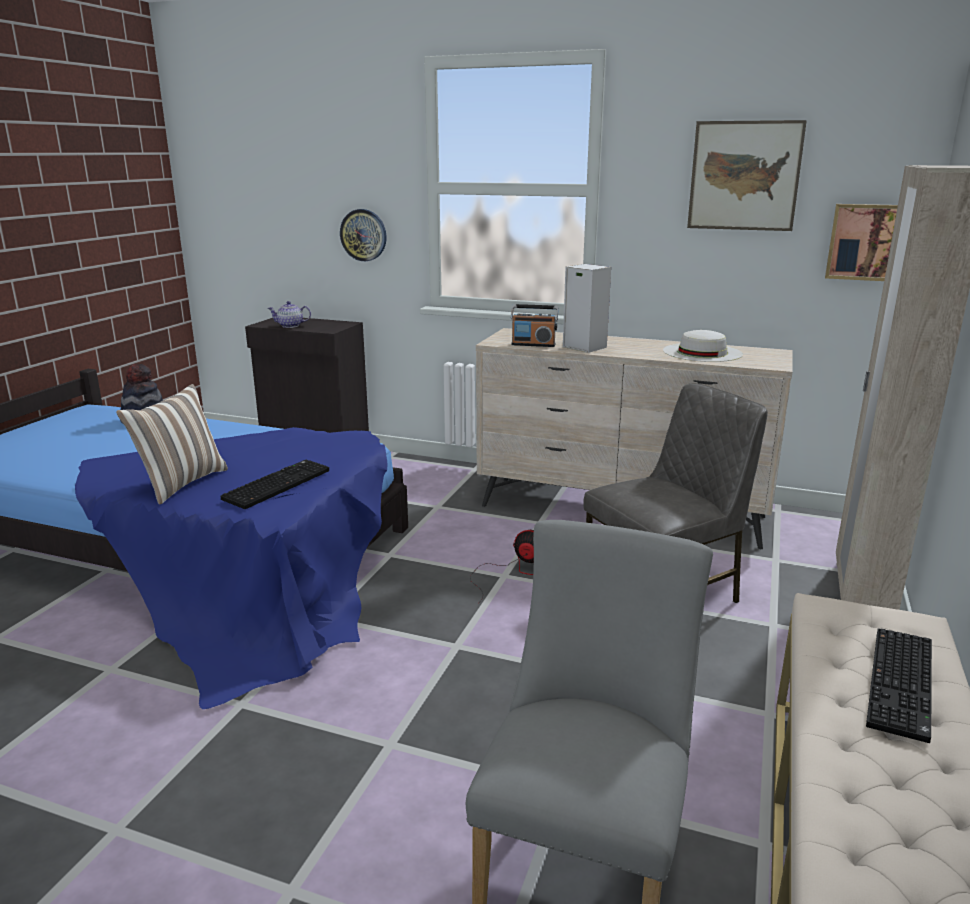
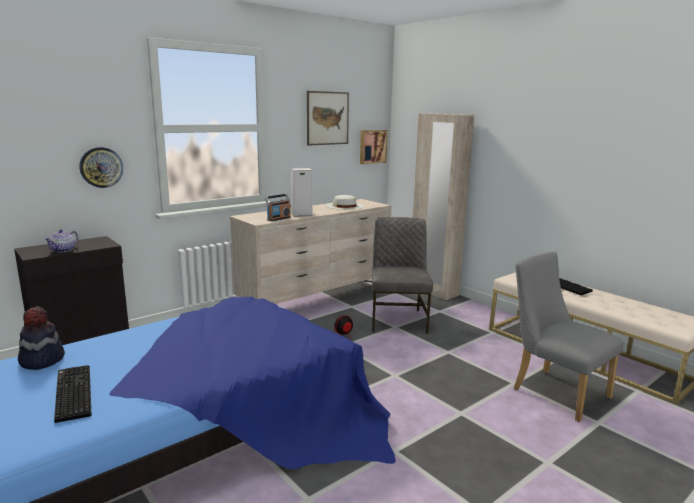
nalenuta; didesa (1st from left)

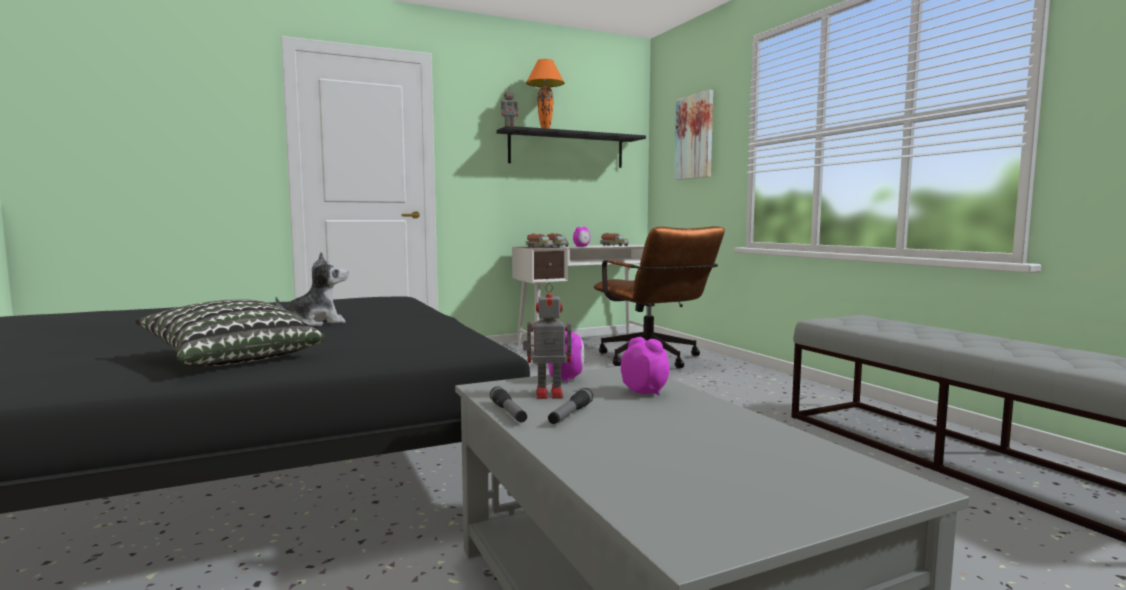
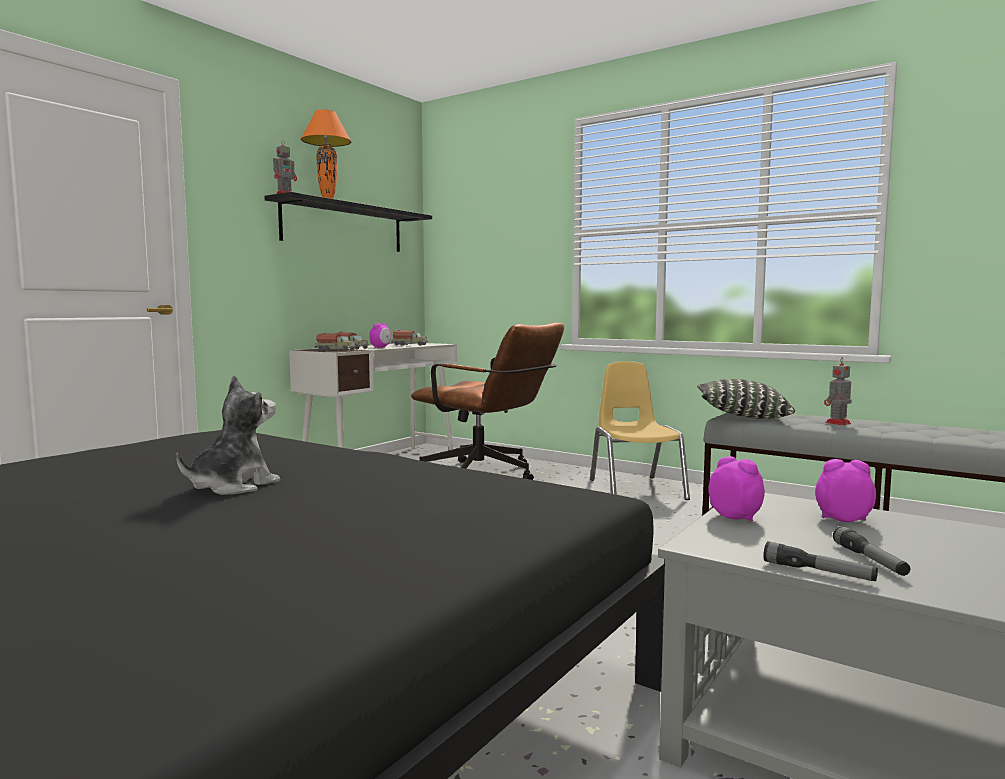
nalenuta; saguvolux (2nd from left); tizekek; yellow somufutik

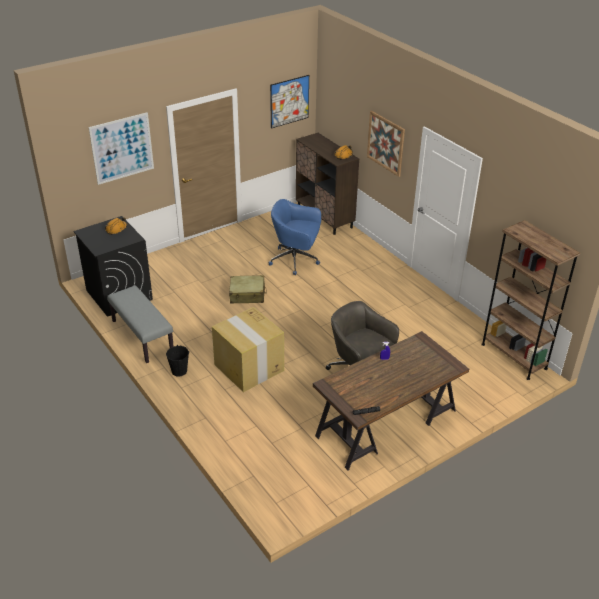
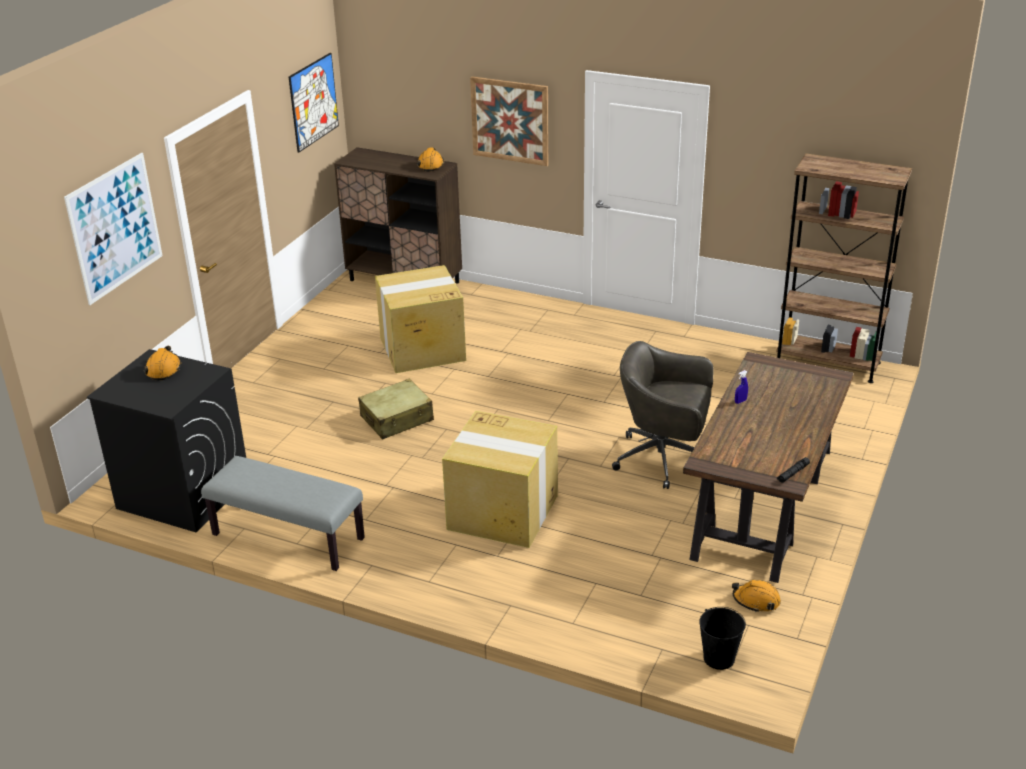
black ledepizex; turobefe (1st from left); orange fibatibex (3rd from left)

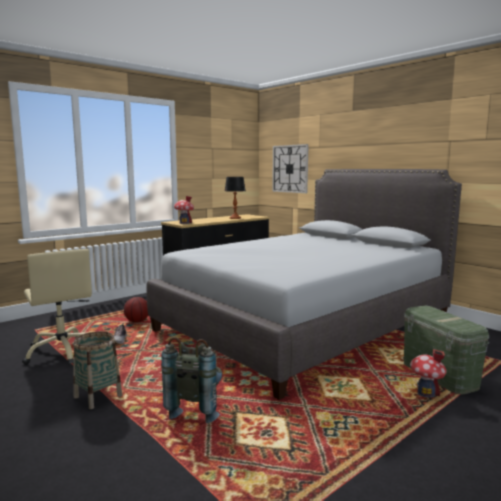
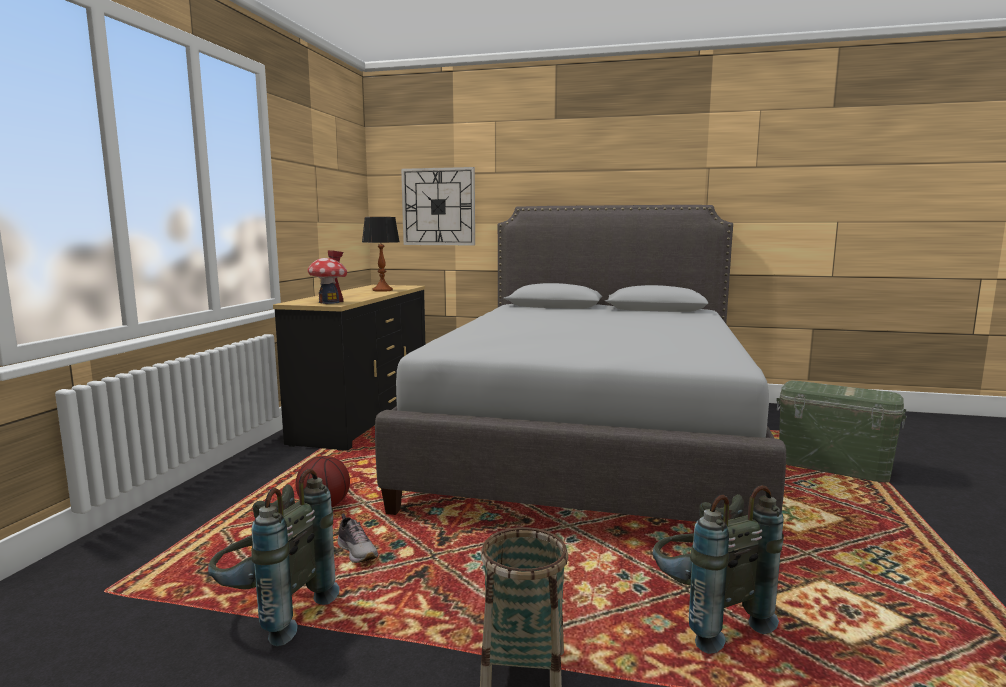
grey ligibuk (1st from left); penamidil (2nd from left in the first image)

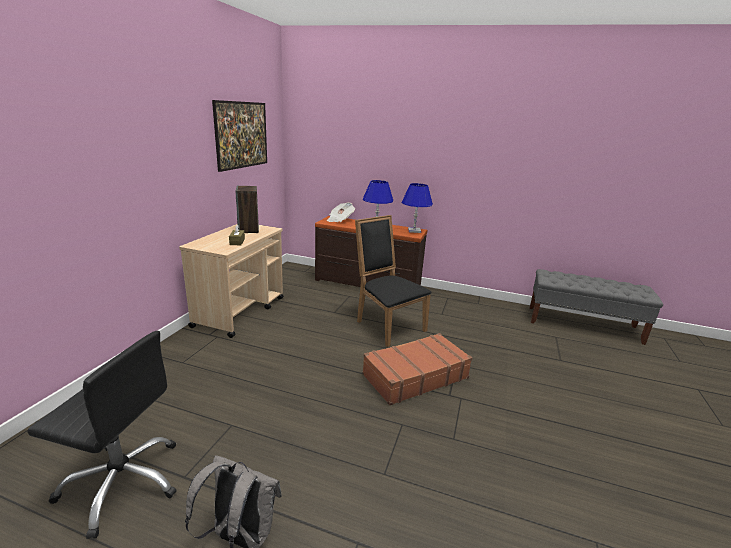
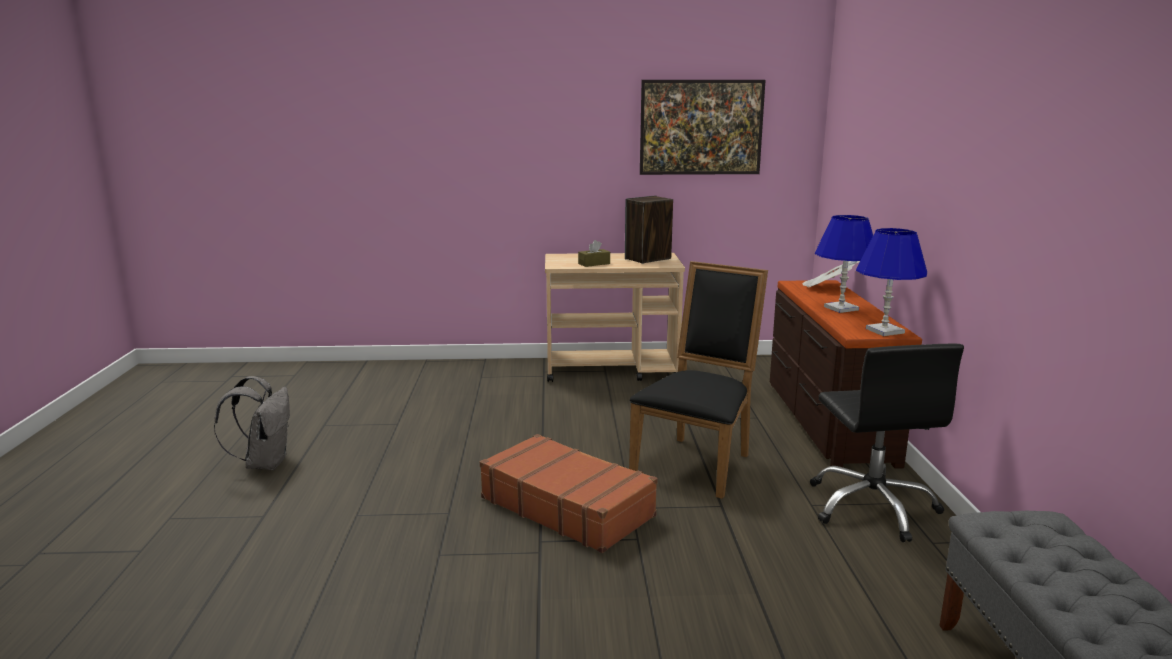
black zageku

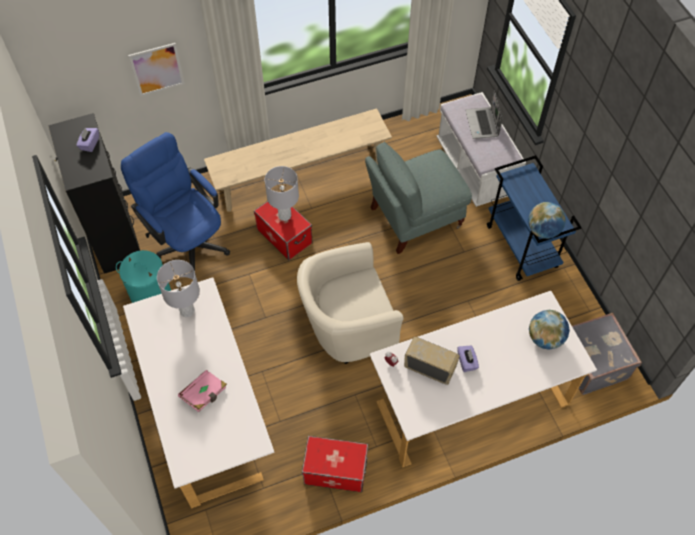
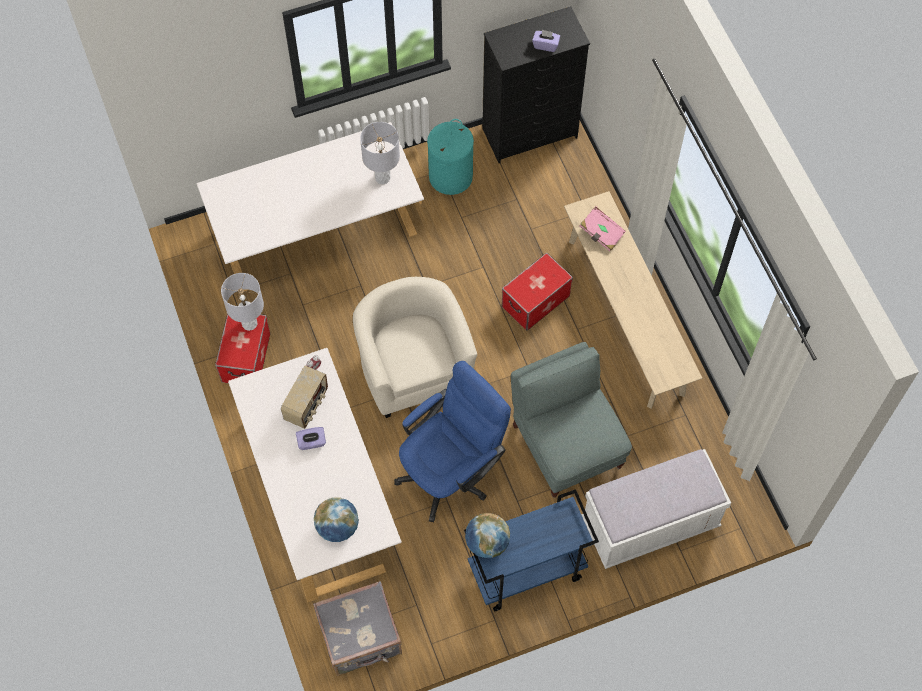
blue zageku; tizekek; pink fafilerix; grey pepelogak (1st from left); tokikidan

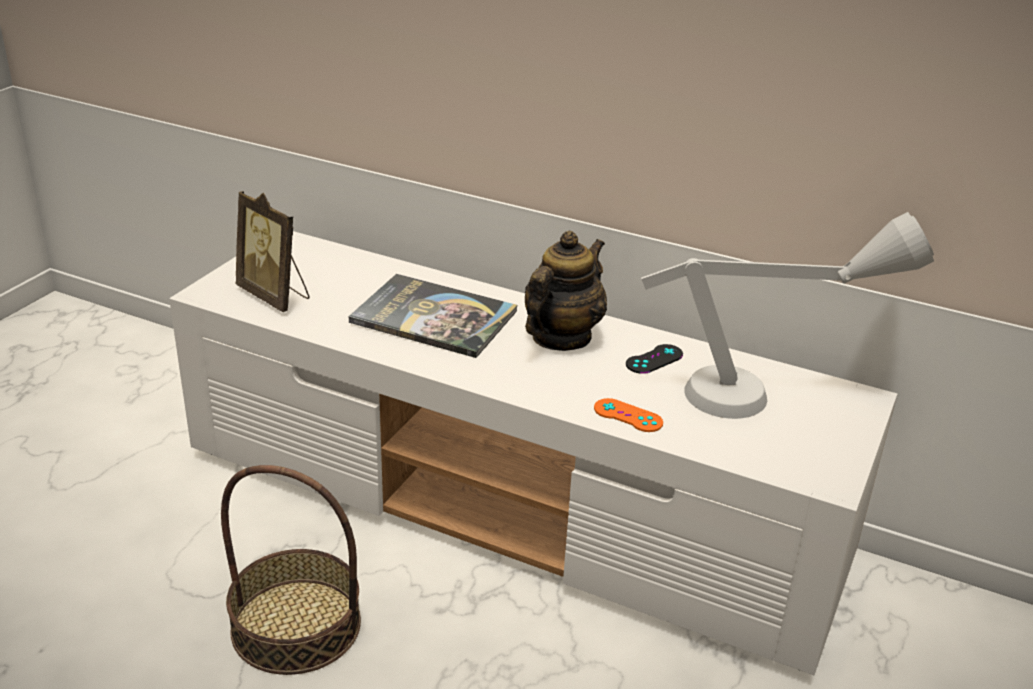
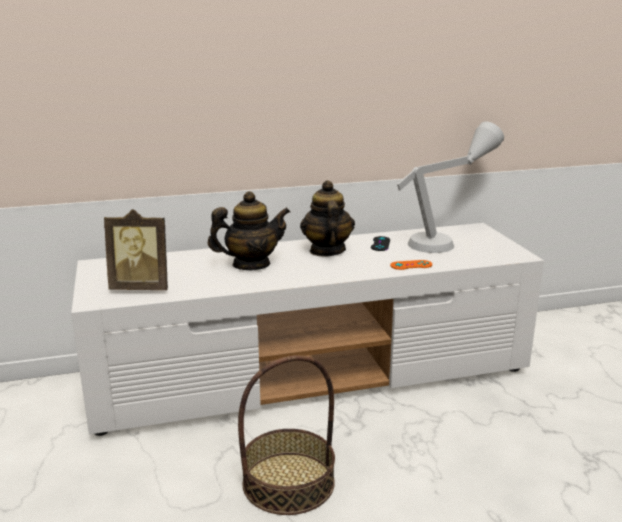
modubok (1st from left)

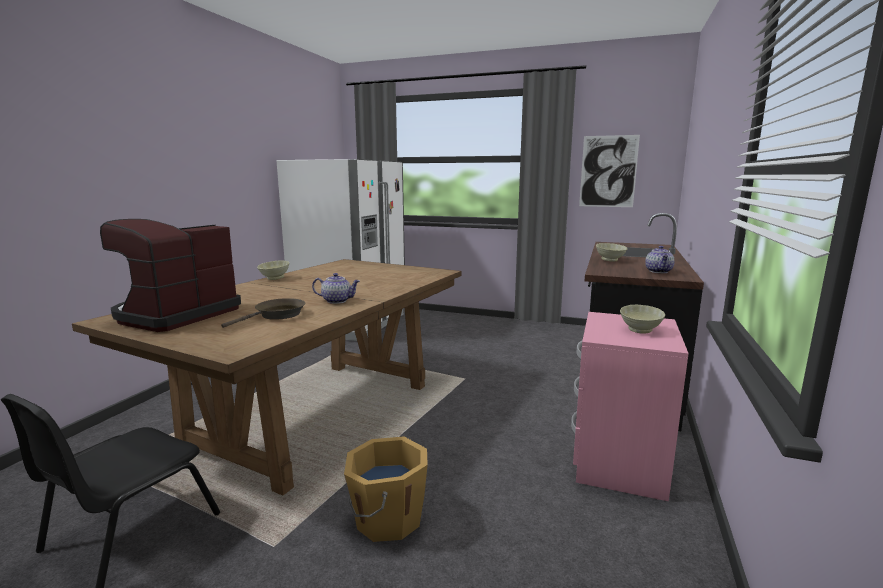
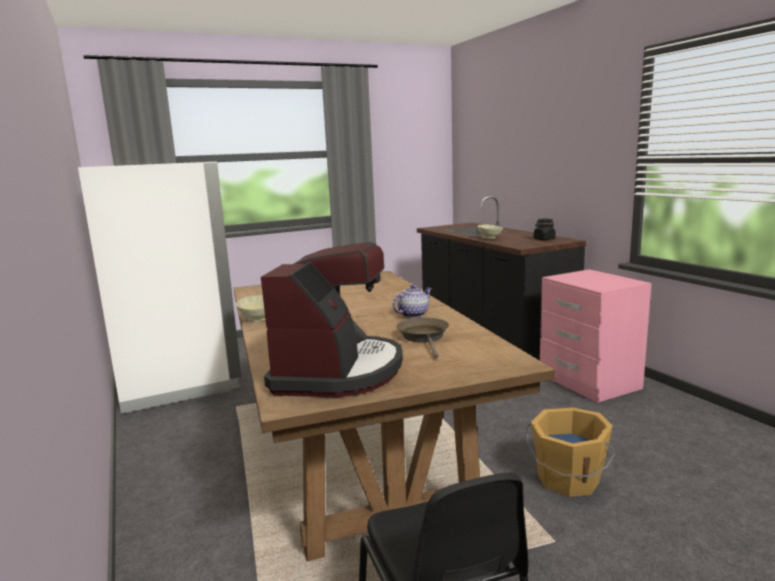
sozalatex; tizekek; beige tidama (3rd from left in the first image); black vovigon

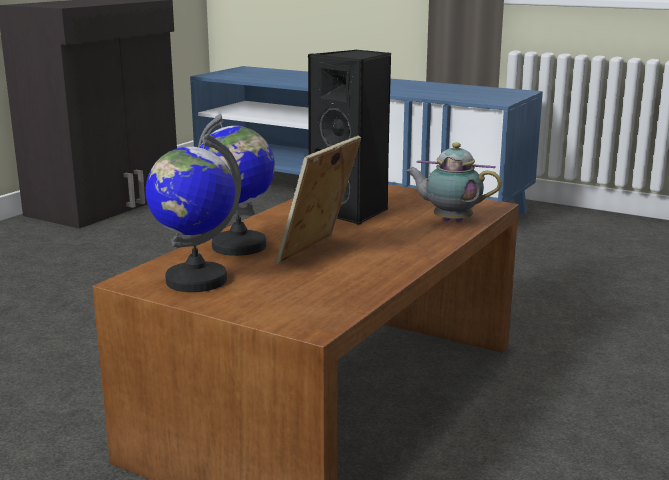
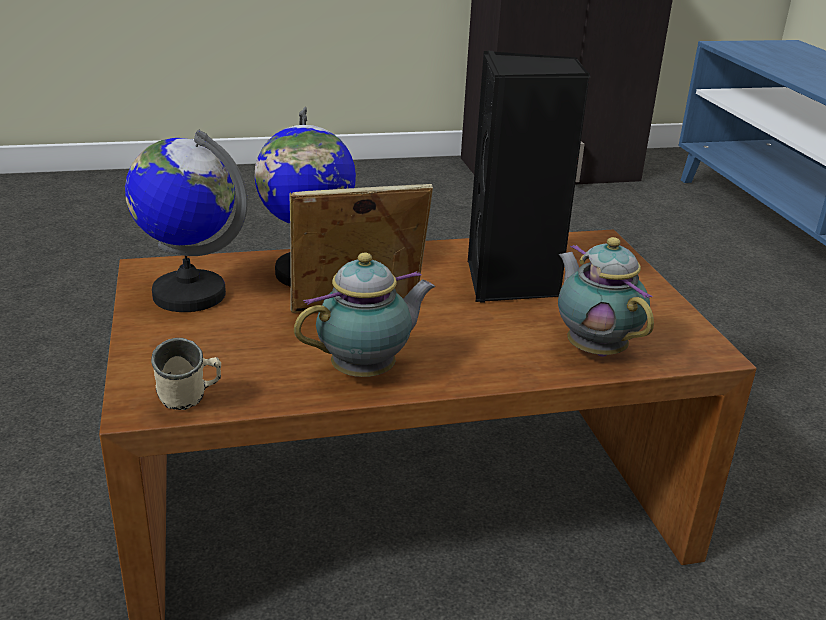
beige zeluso; modubok (1st from left)

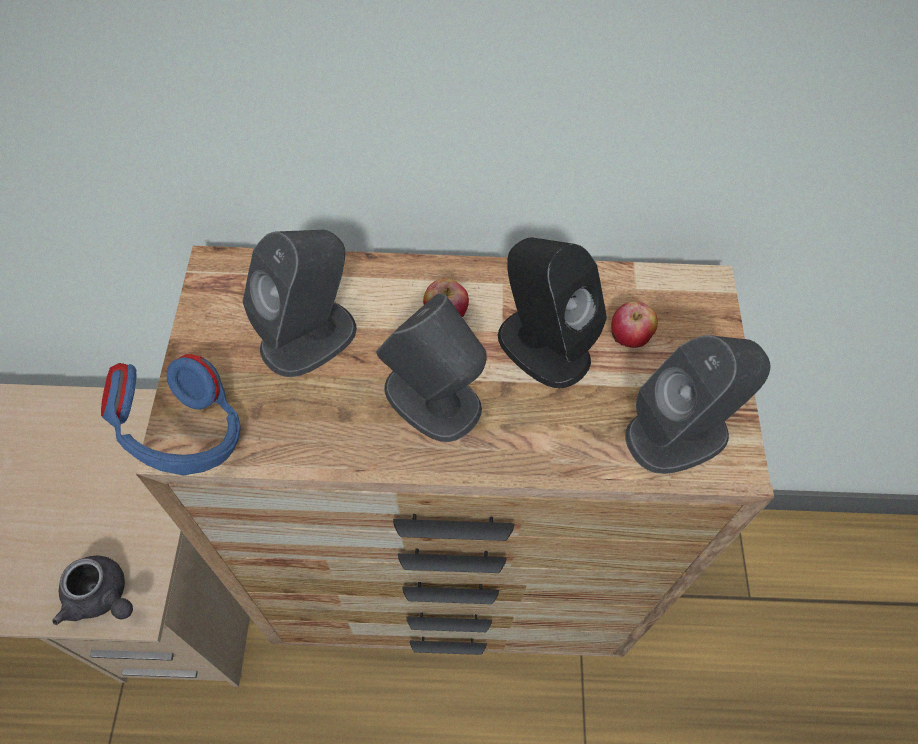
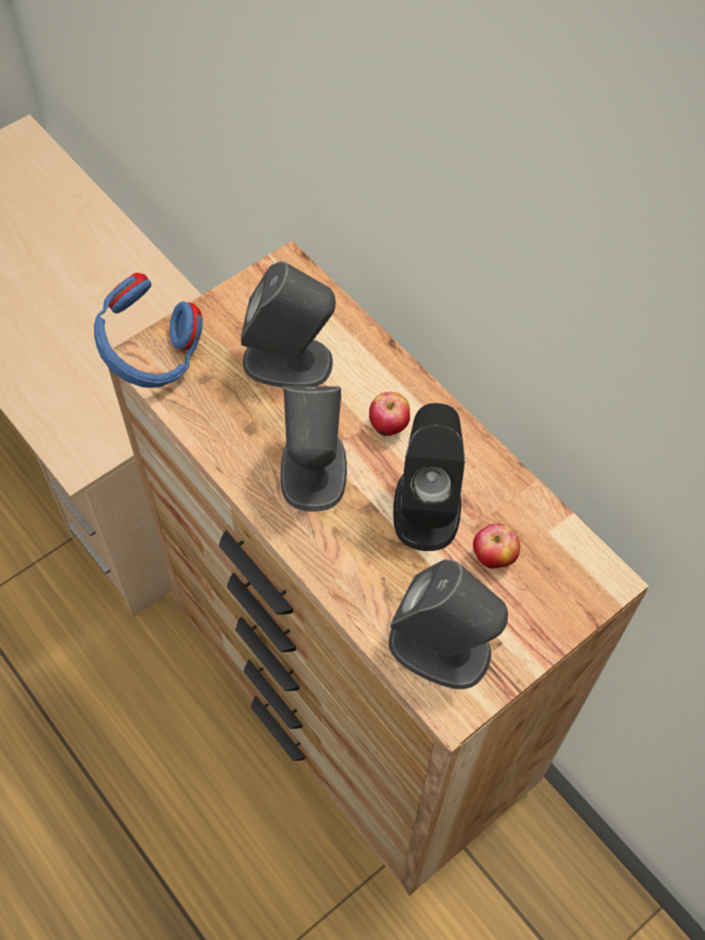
grey modubok

